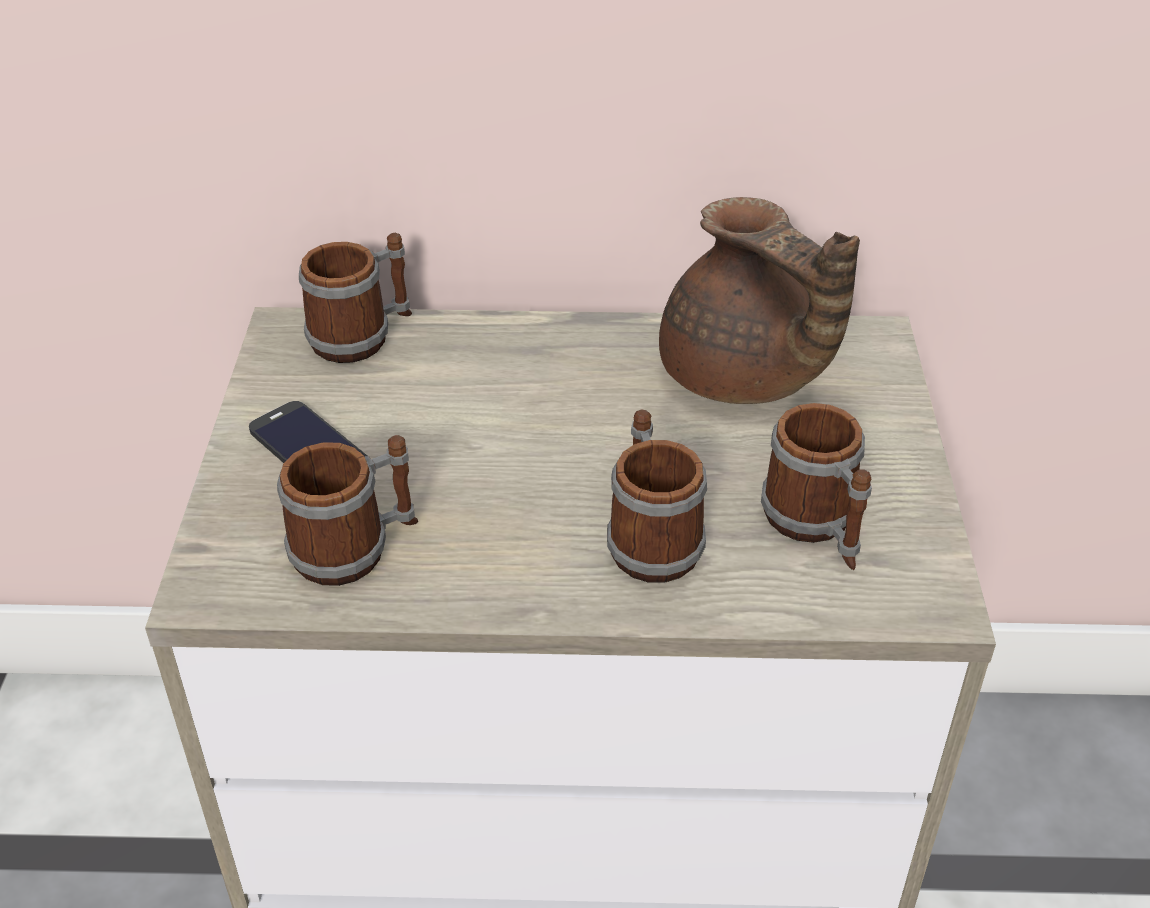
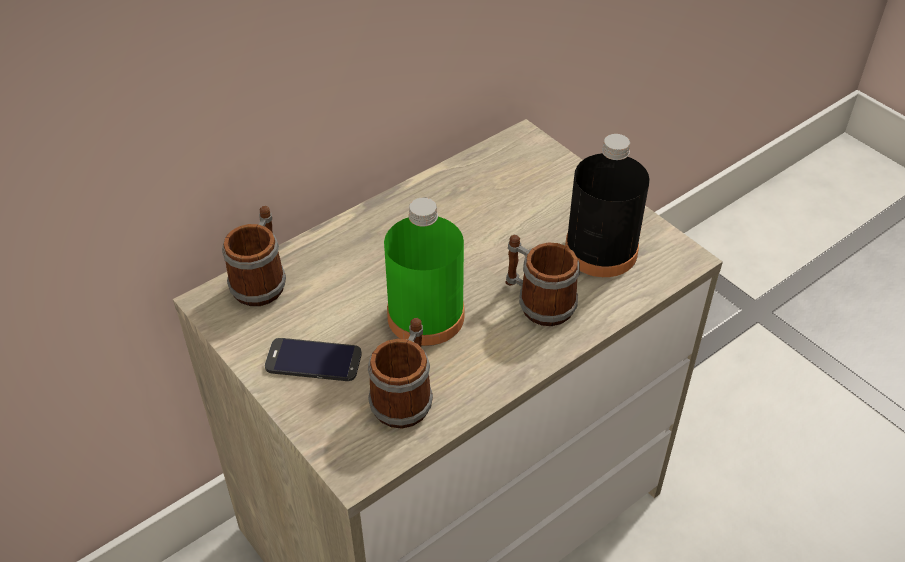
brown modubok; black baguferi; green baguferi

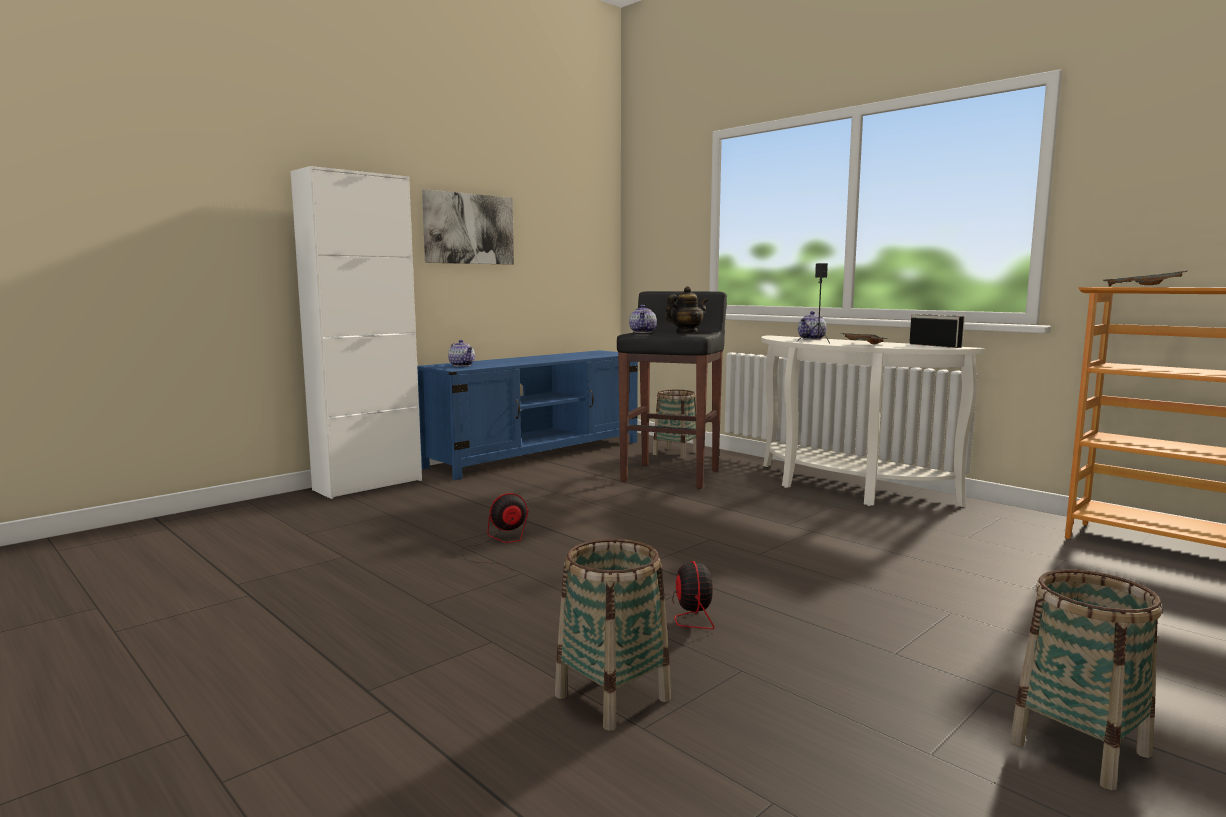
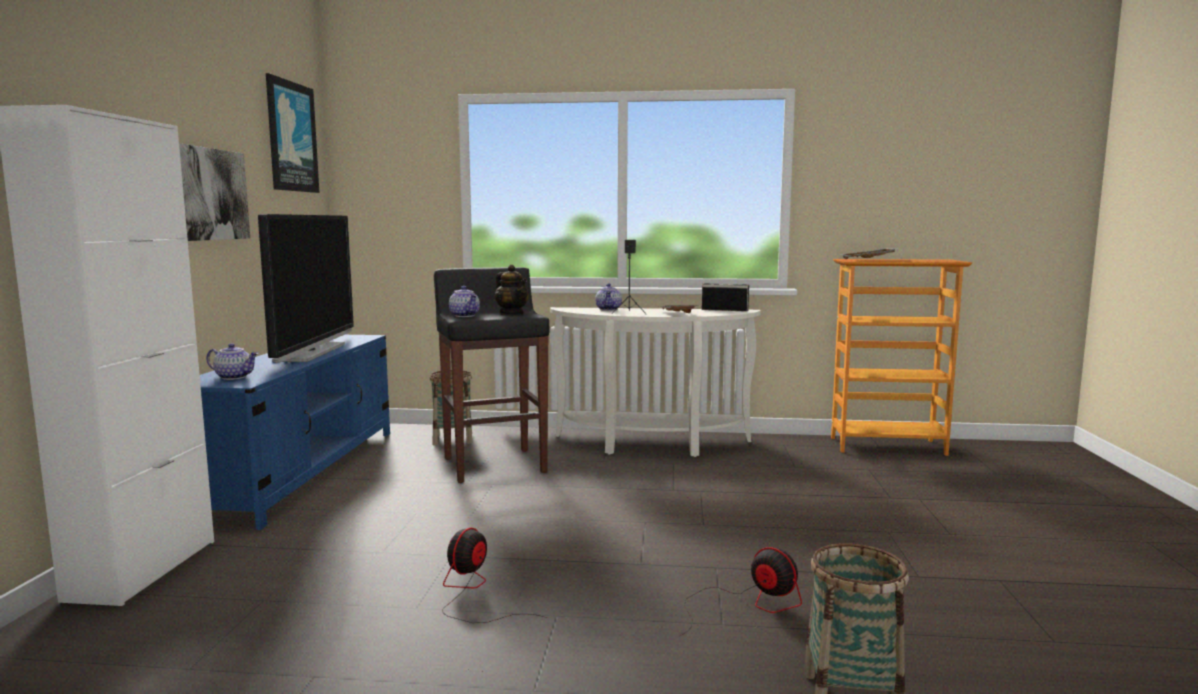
modubok (3rd from left); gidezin (3rd from left in the first image); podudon; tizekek (2nd from left)

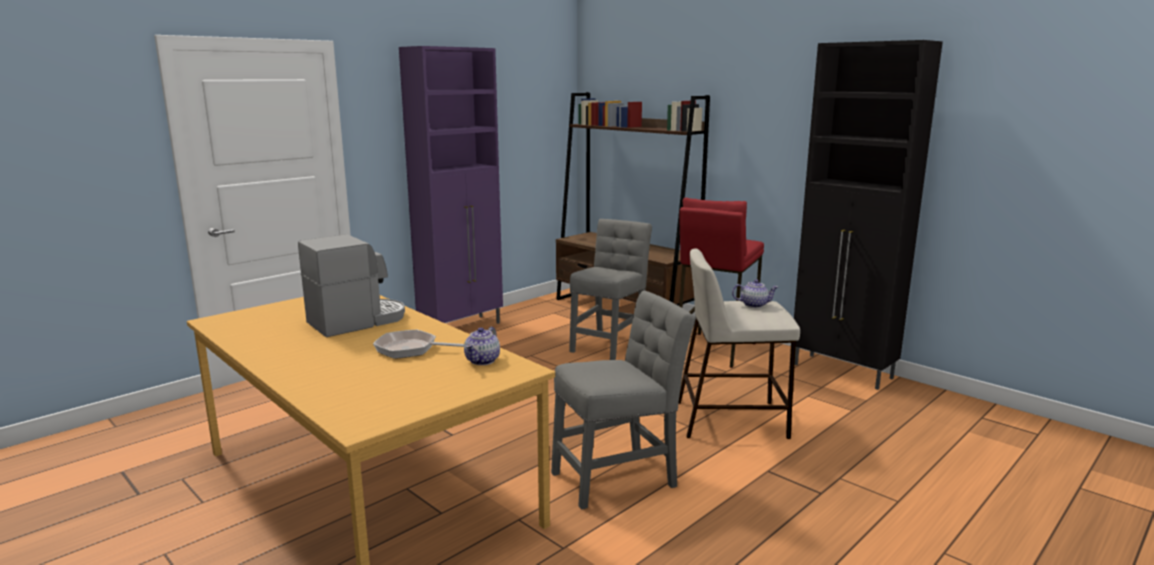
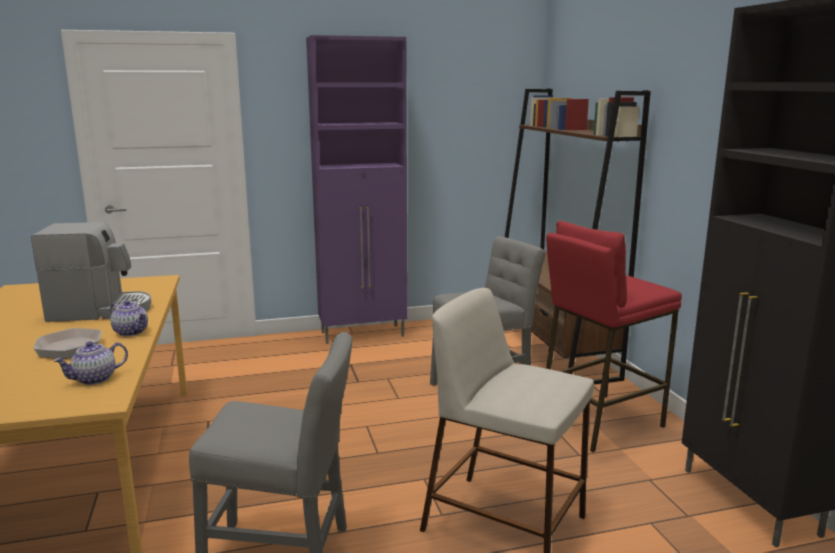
modubok (2nd from left)

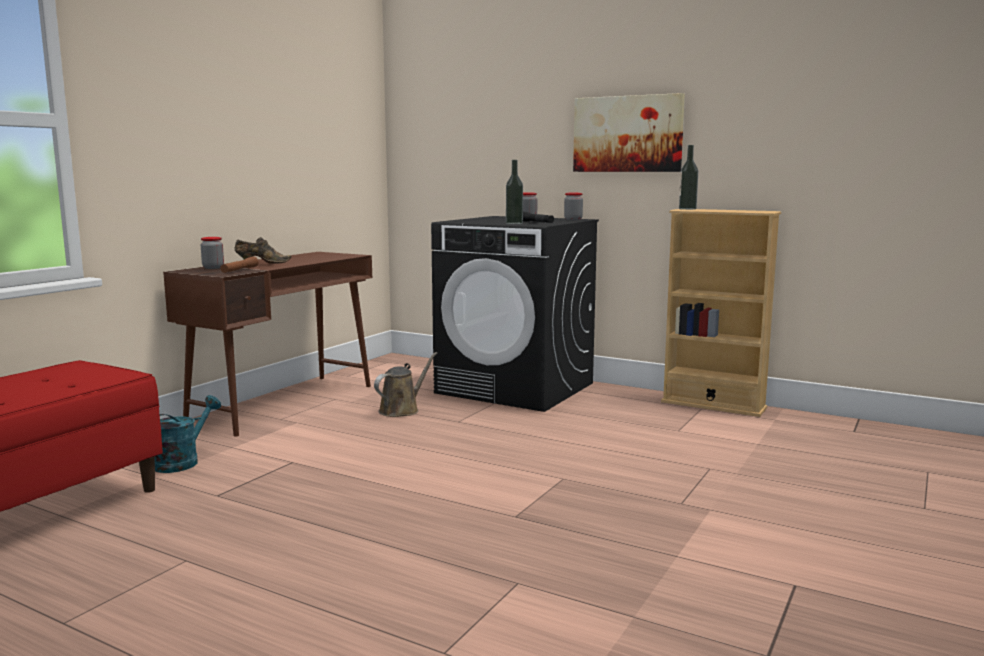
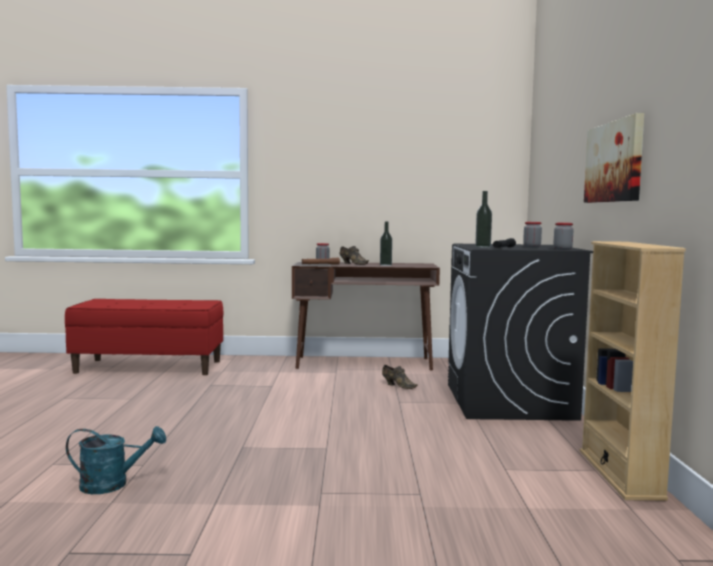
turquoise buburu; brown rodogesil (2nd from left); baguferi (1st from left)

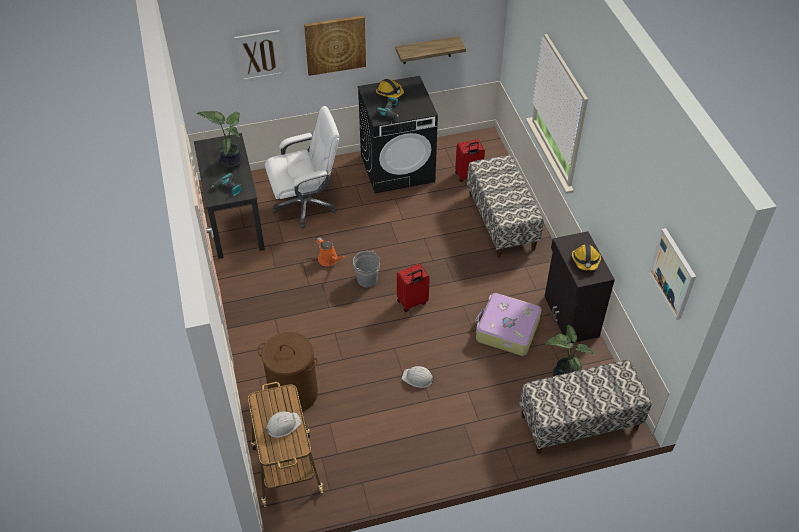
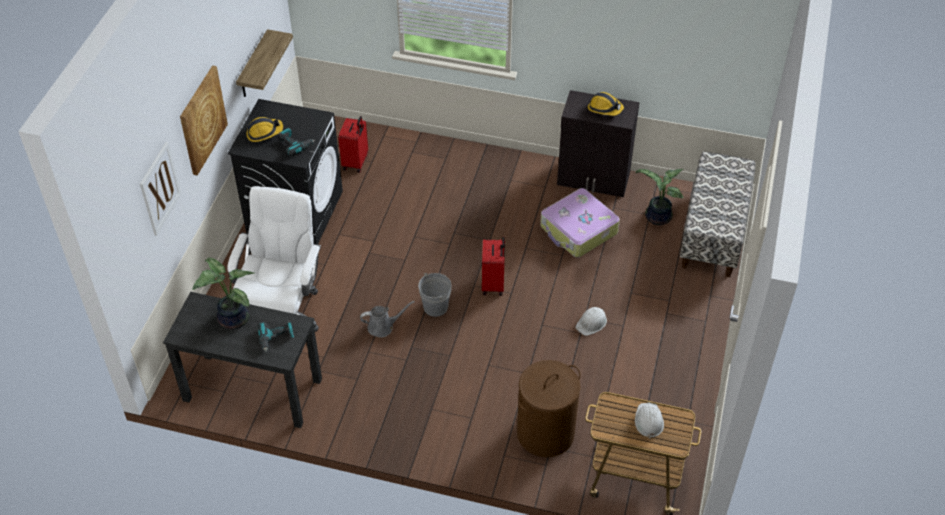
grey buburu; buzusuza (1st from left in the first image); tizekek (3rd from left in the first image)

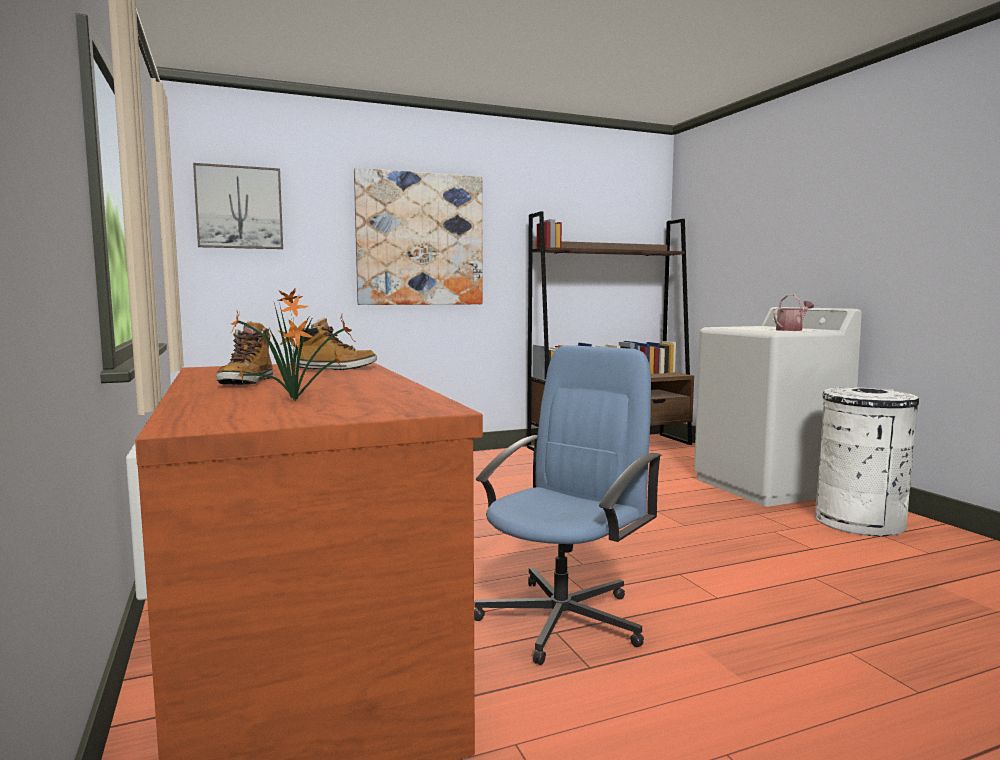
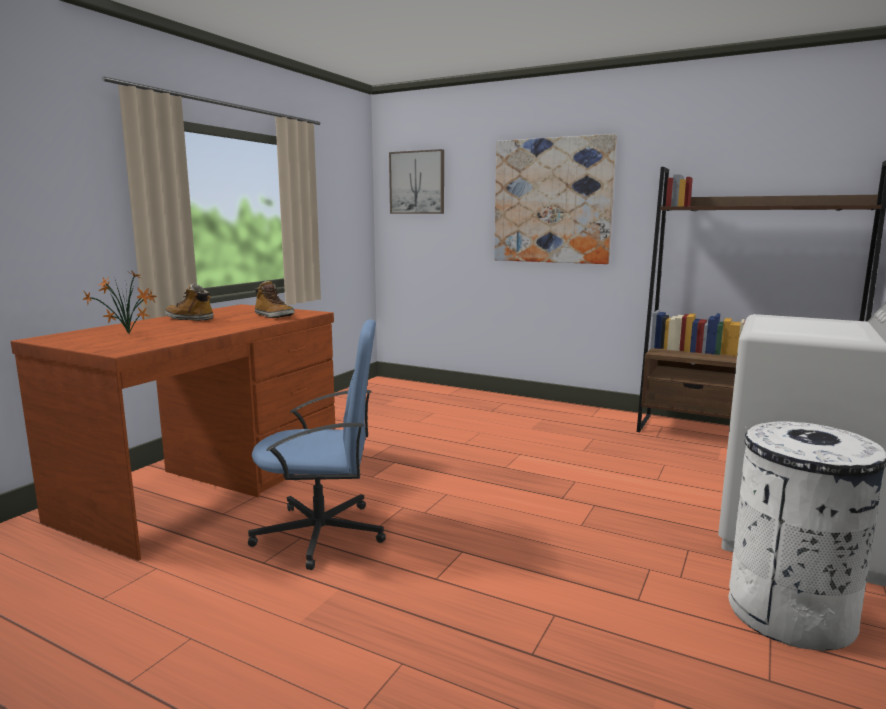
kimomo (1st from left); buburu

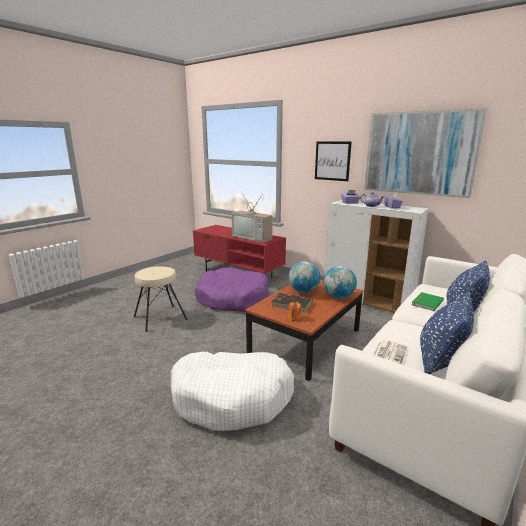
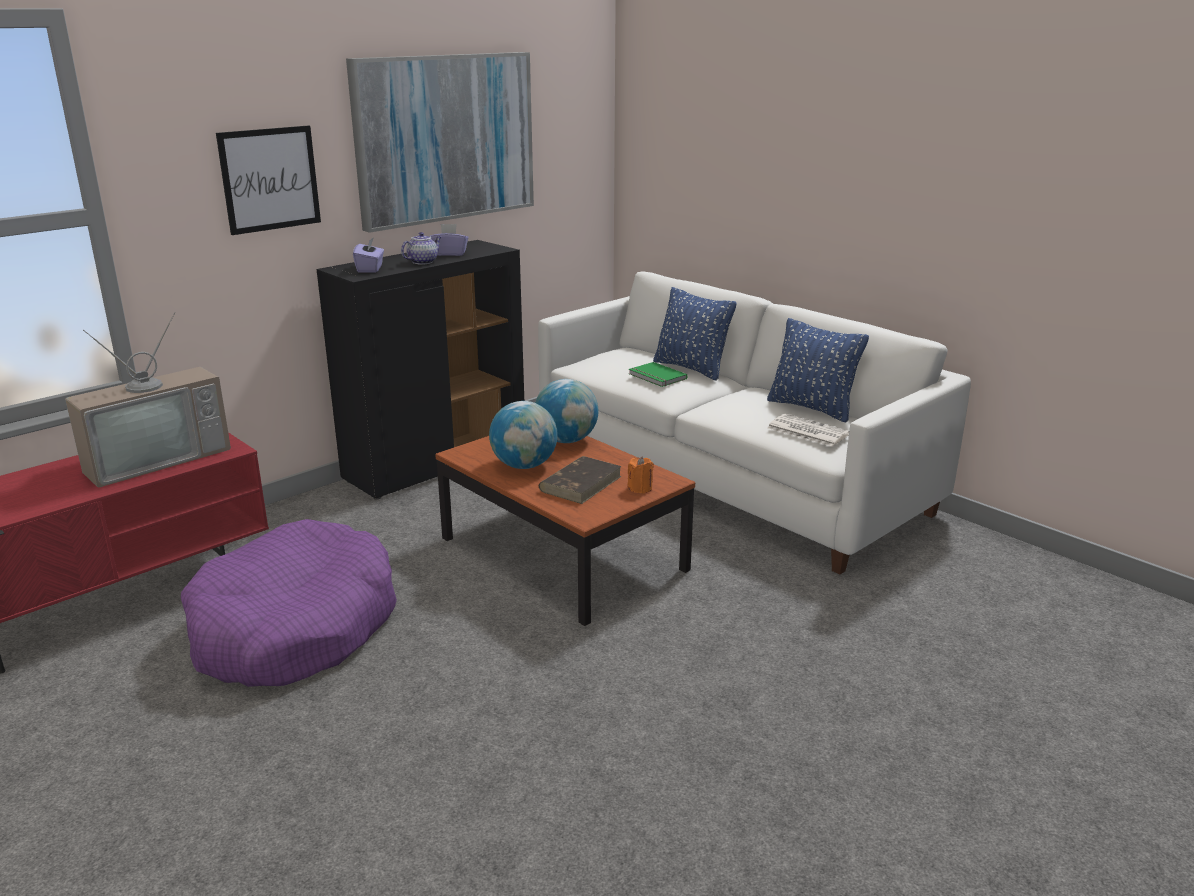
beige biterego; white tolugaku; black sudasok

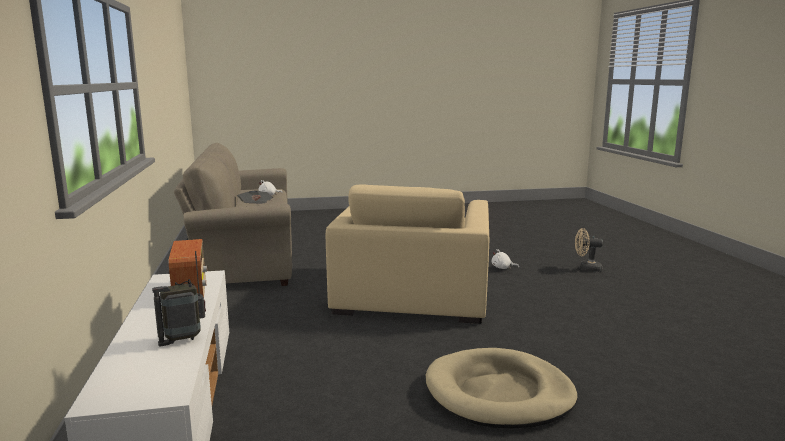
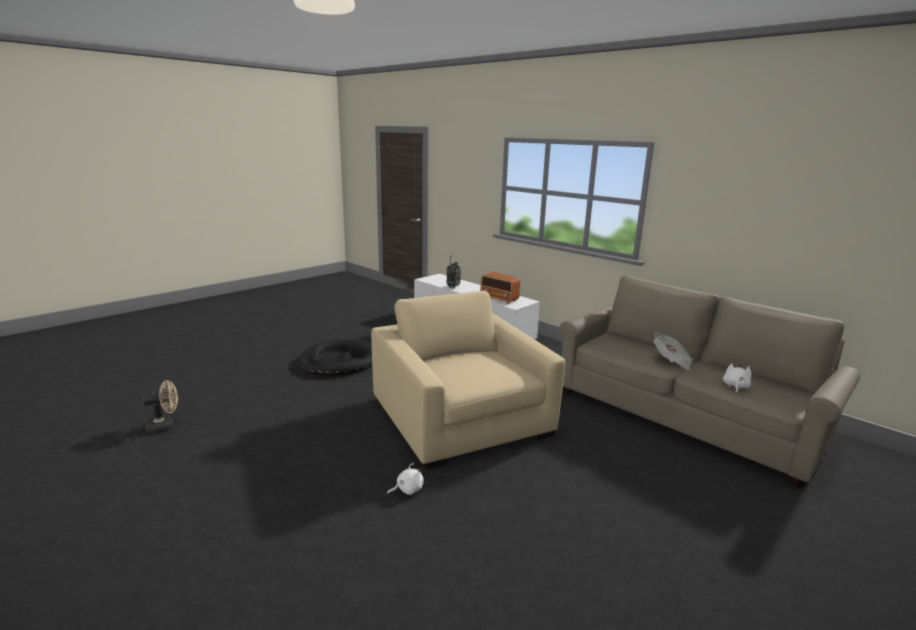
black tolugaku; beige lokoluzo

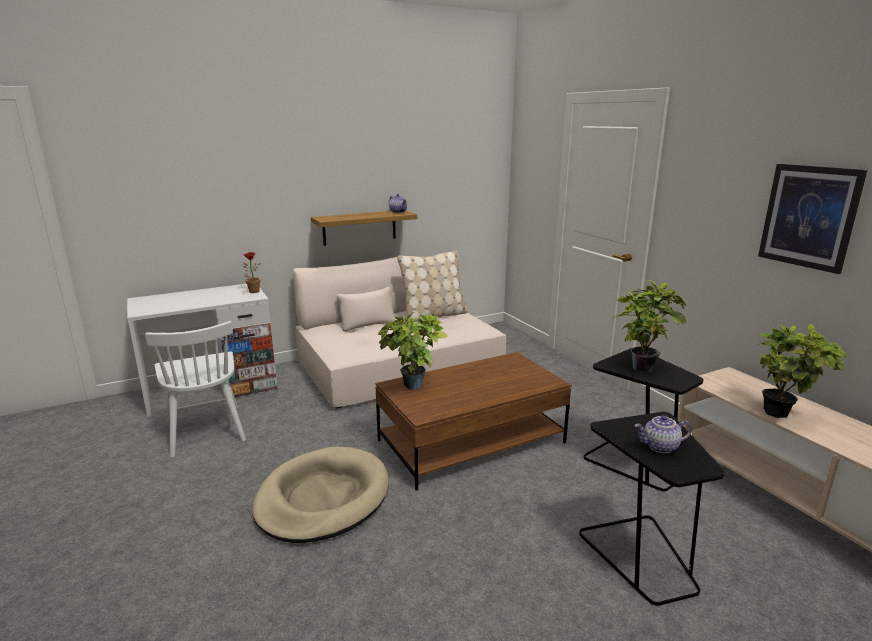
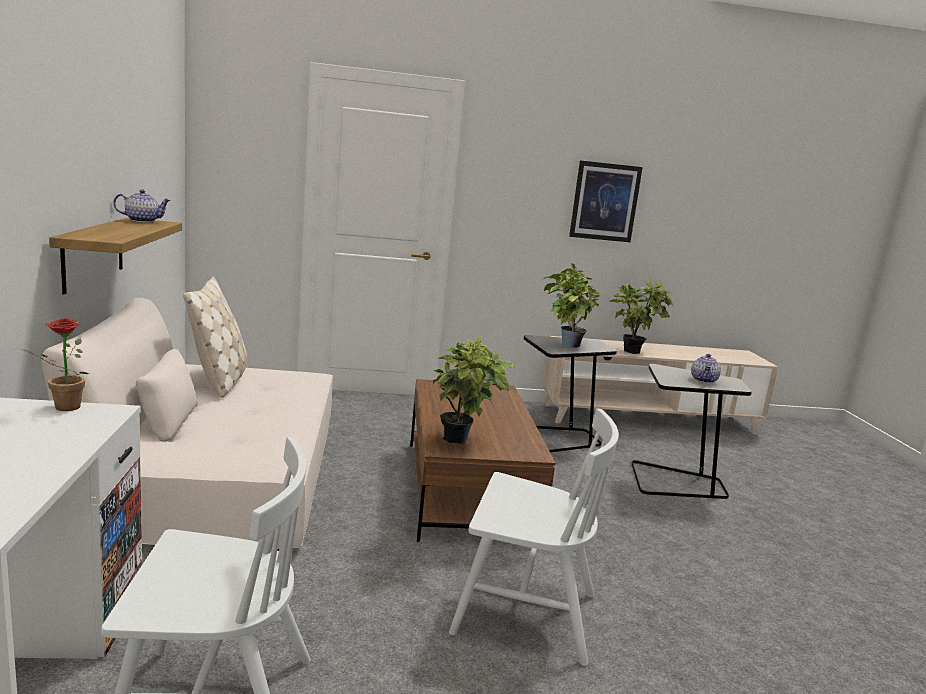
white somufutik (2nd from left)

